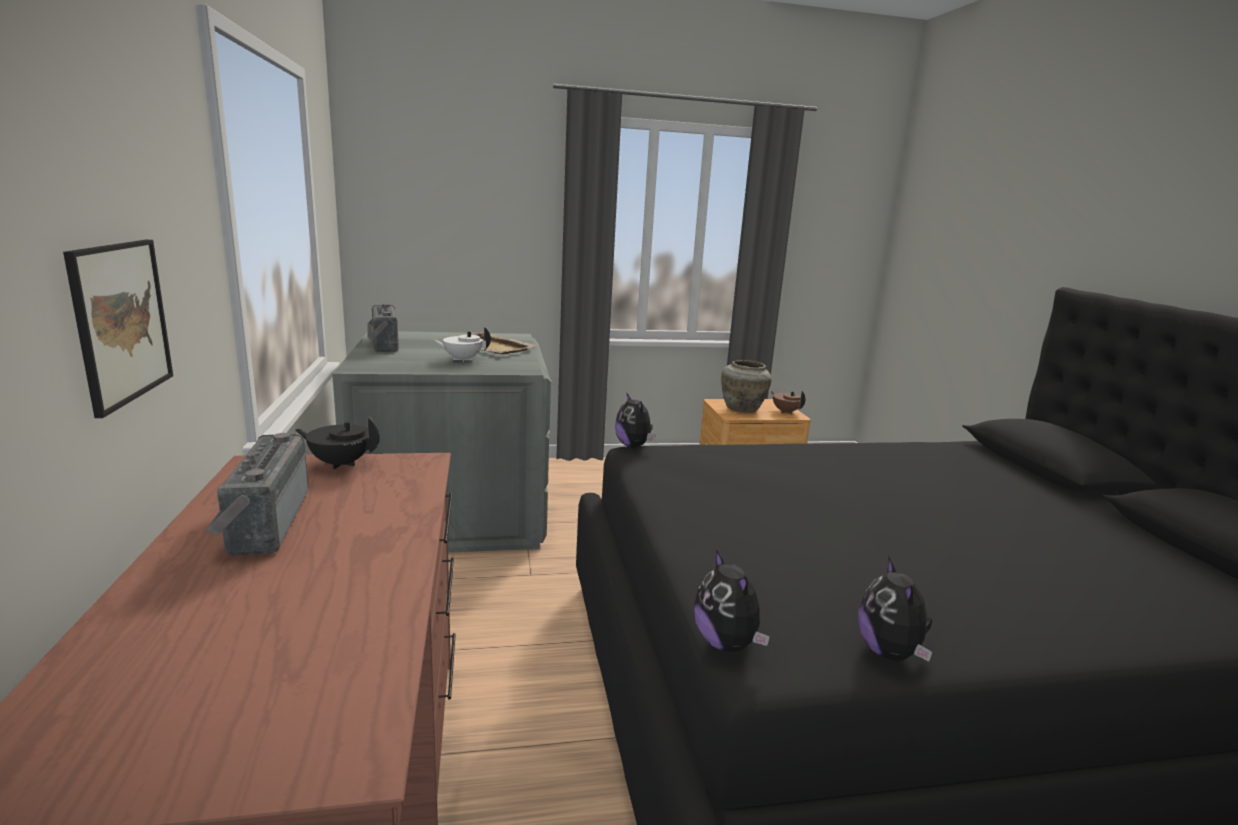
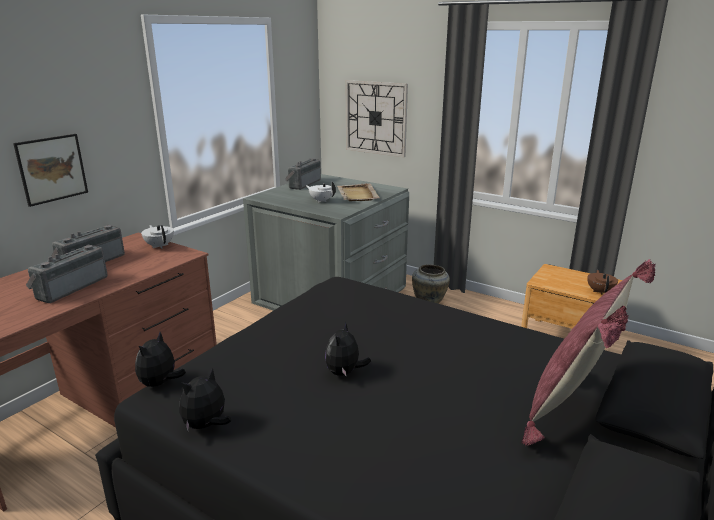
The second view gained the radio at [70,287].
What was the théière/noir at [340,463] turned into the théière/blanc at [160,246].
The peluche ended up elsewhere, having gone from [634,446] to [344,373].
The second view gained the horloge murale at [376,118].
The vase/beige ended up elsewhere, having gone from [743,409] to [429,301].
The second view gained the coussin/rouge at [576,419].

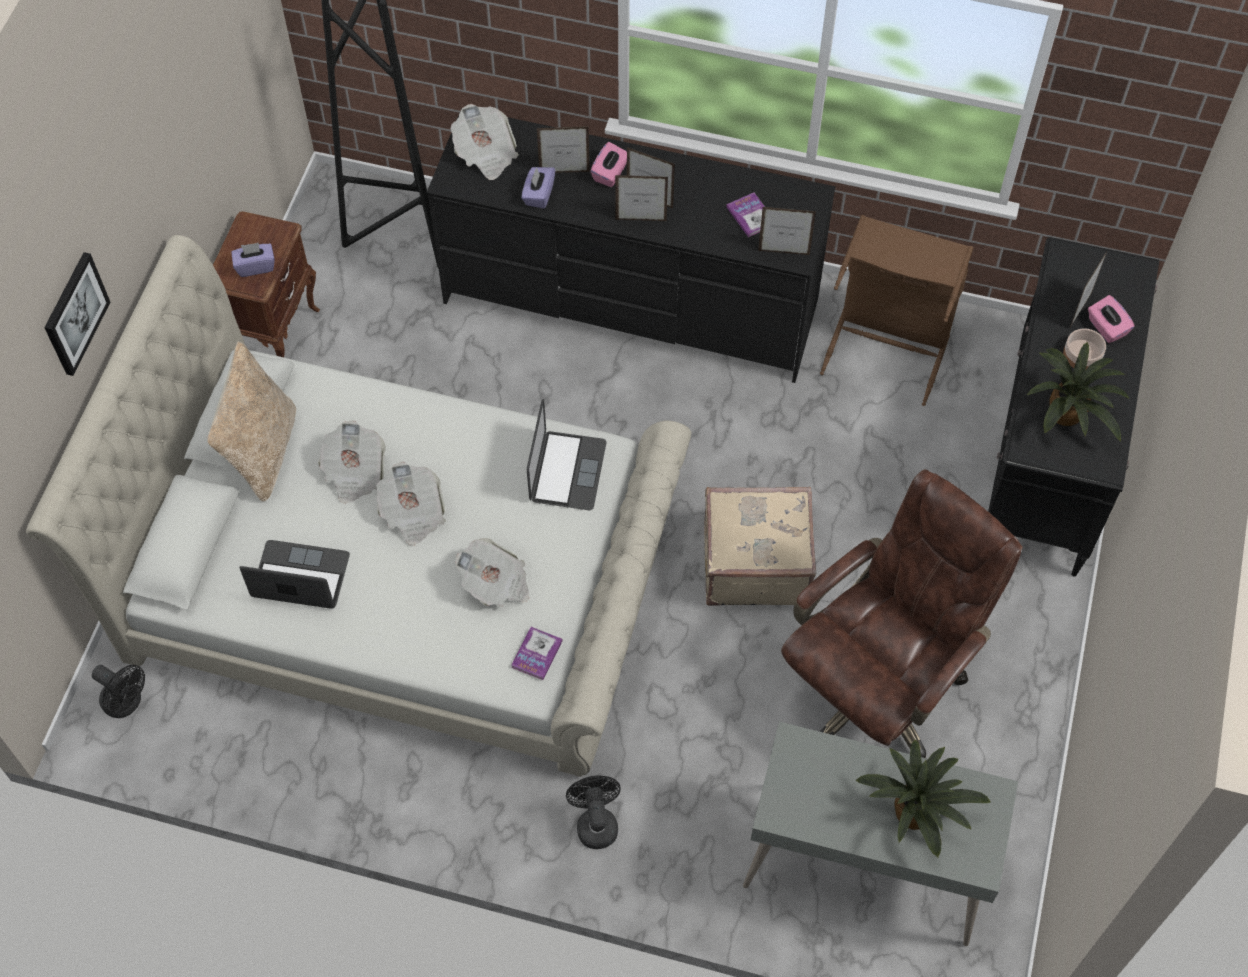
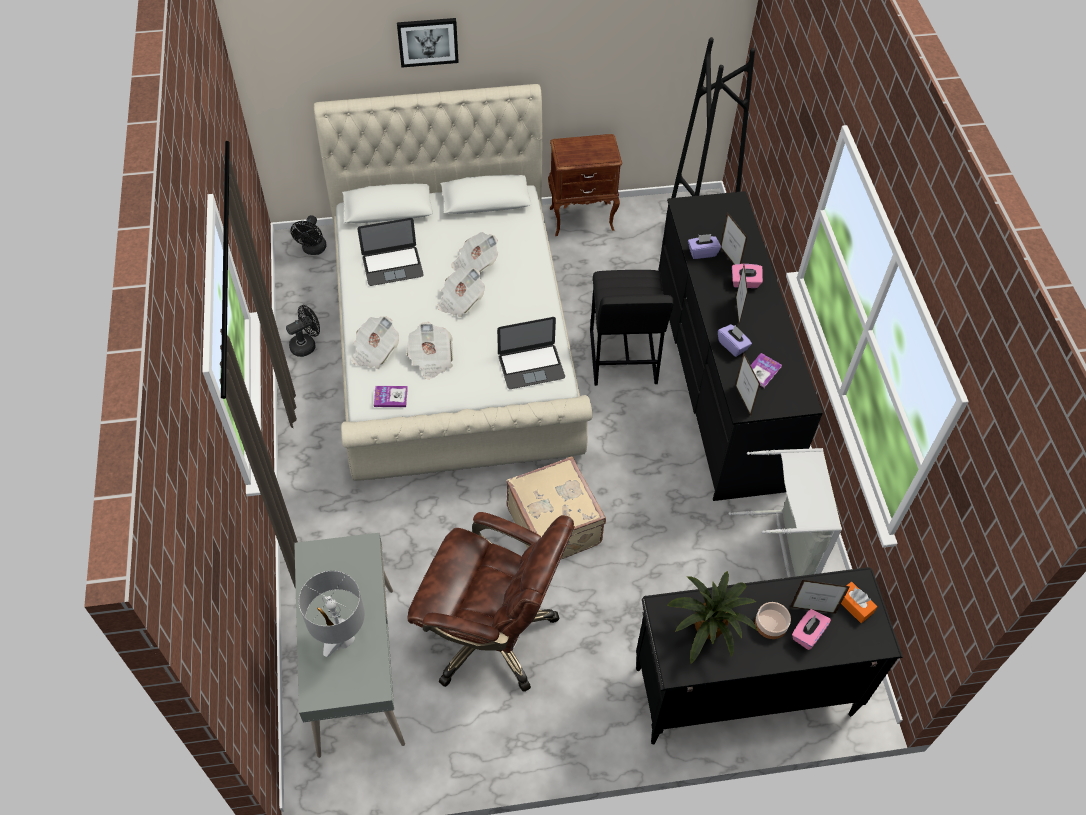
The ventilateur/noir ended up elsewhere, having gone from [595,822] to [306,344].
Where the plante en pot stood at [916,812], the lampe de table/gris came to stand at [342,639].
The journal ended up elsewhere, having gone from [485,154] to [375,351].
The ordinateur portable at [300,576] ended up facing another way, 90 degrees clockwise from before.
The second view gained the chaise/noir at [623,359].
The boîte à mouchoirs/violet ended up elsewhere, having gone from [255,266] to [732,345].
What was the panier à linge/marron at [888,344] turned into the panier à linge/gris at [781,549].
The second view gained the boîte à mouchoirs/orange at [854,605].
The second view lost the coussin/beige at [264,452].
The second view lost the cadre photo at [641,220].

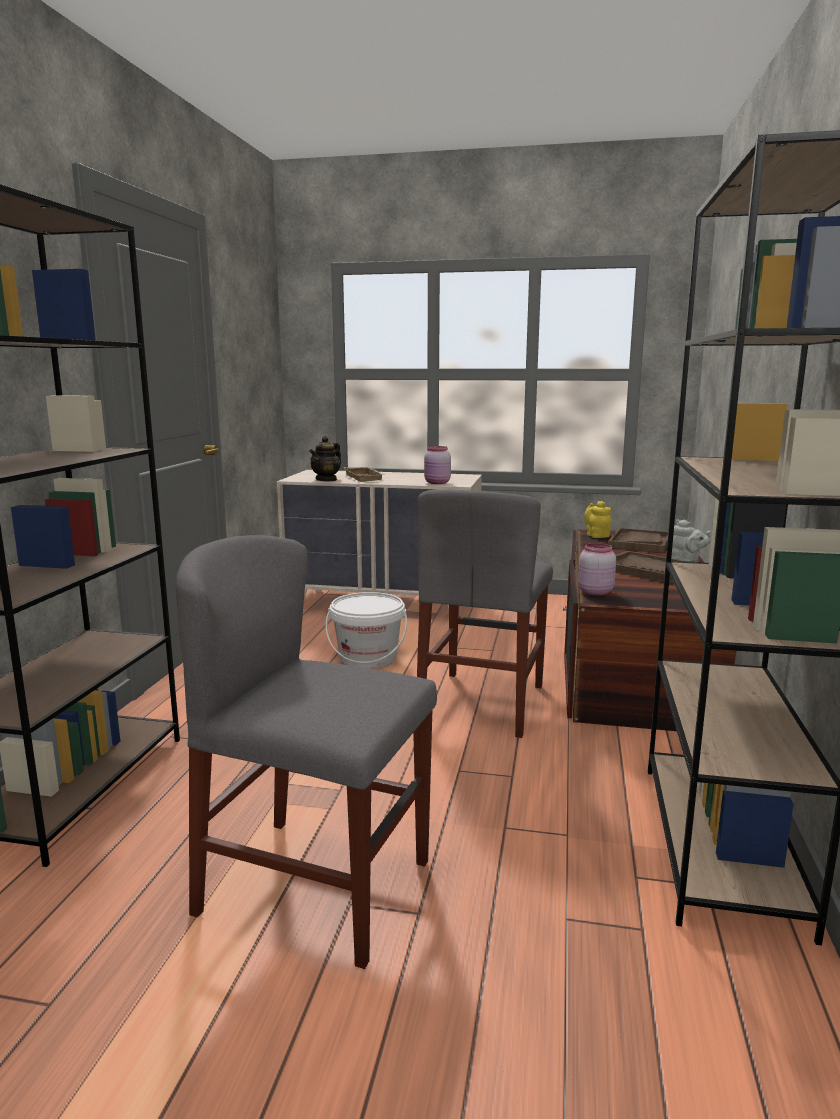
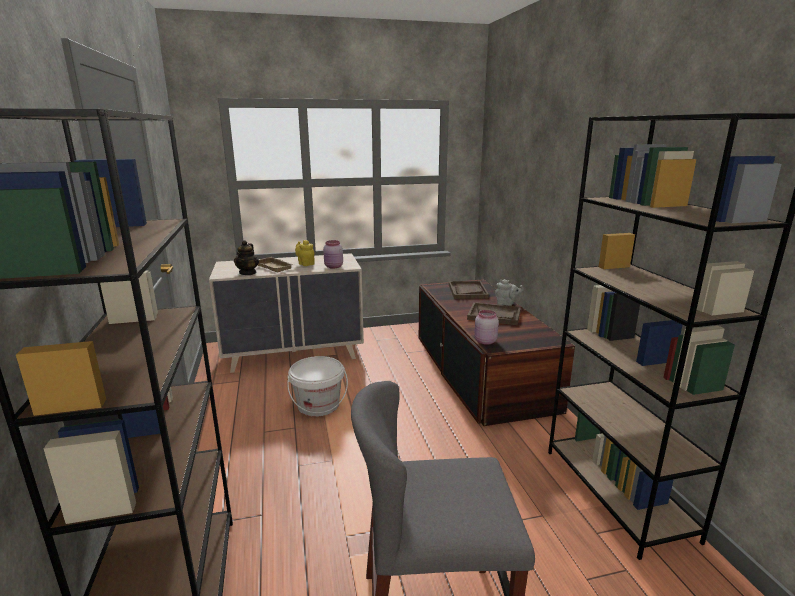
The théière/jaune ended up elsewhere, having gone from [596,535] to [305,264].
The second view lost the chaise/gris at [482,702].

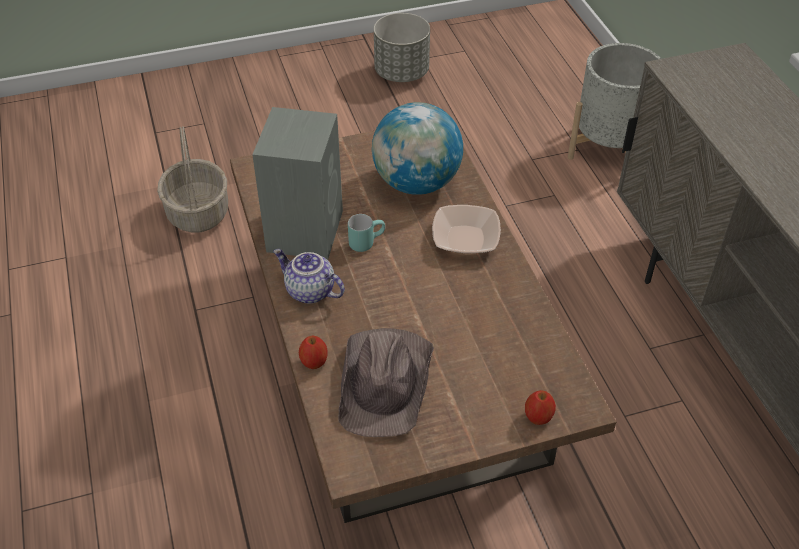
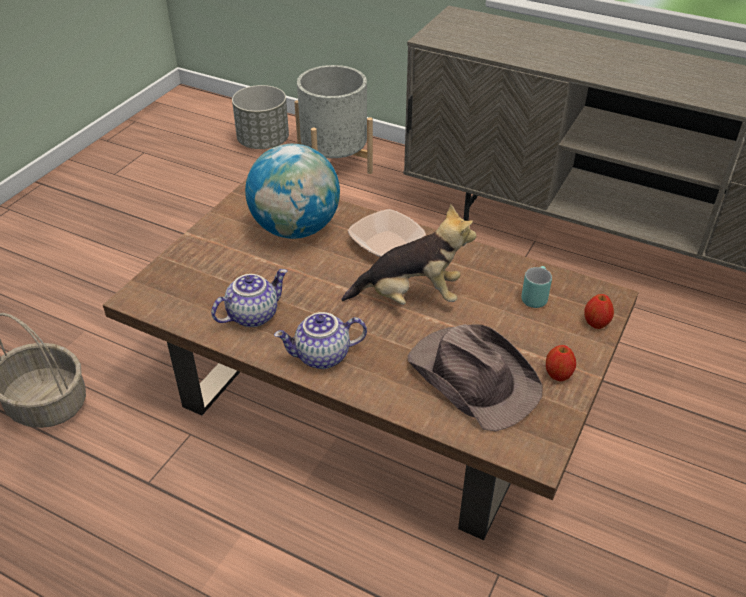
Where the enceinte/gris stood at [305,229], the théière came to stand at [253,314].
The cache-pot/gris ended up elsewhere, having gone from [402,73] to [264,142].
The second view gained the peluche at [411,297].
The mug/turquoise ended up elsewhere, having gone from [366,241] to [533,296].
The pomme ended up elsewhere, having gone from [314,362] to [558,375].

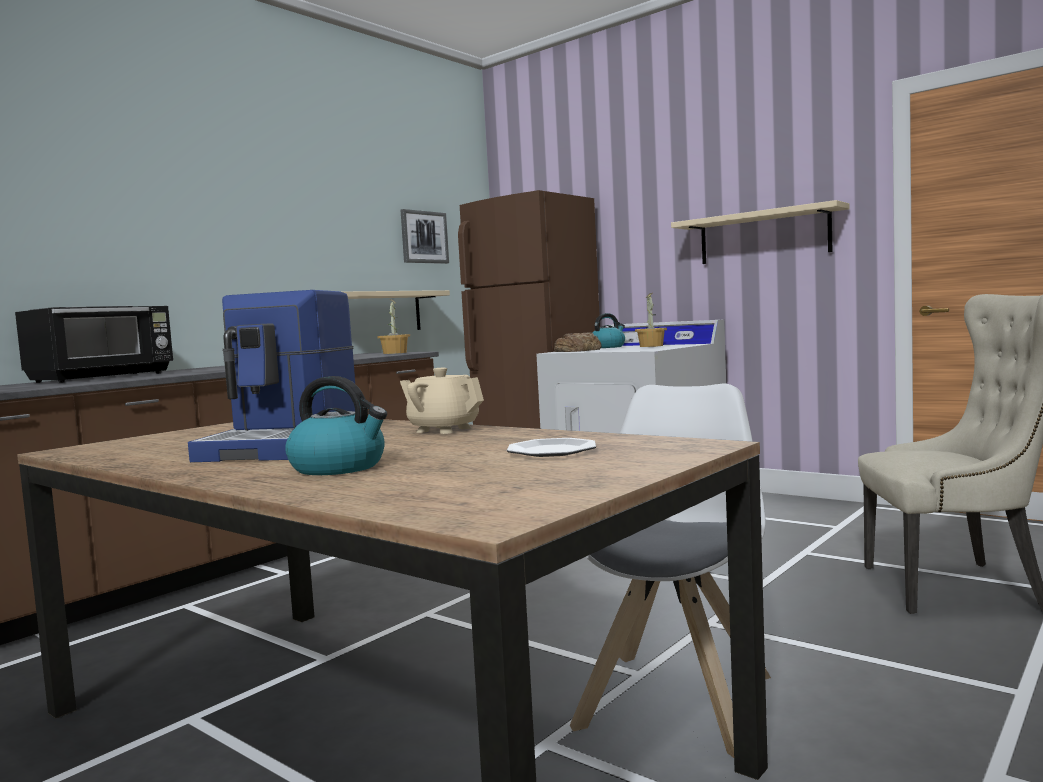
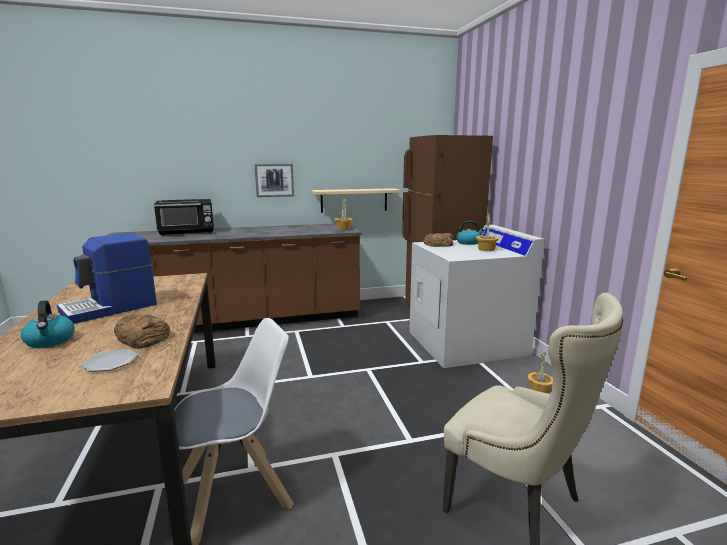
The second view gained the pain at [142,337].
The tableau ended up elsewhere, having gone from [424,237] to [274,180].
The second view gained the plante en pot at [540,390].
The second view lost the théière/beige at [443,429].
The second view lost the étagère/beige at [763,236].

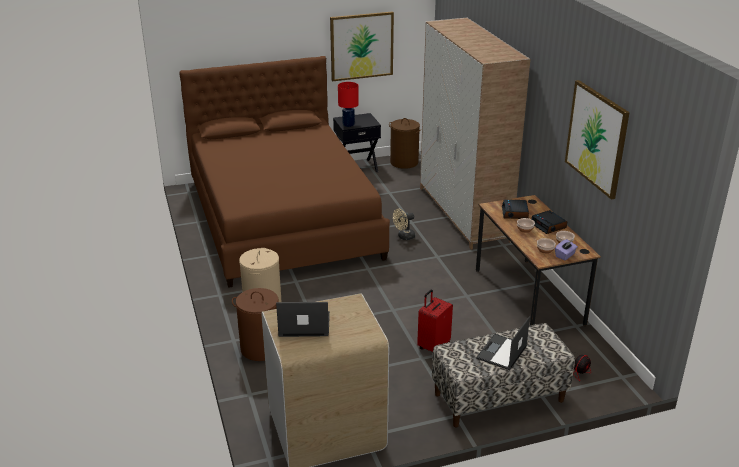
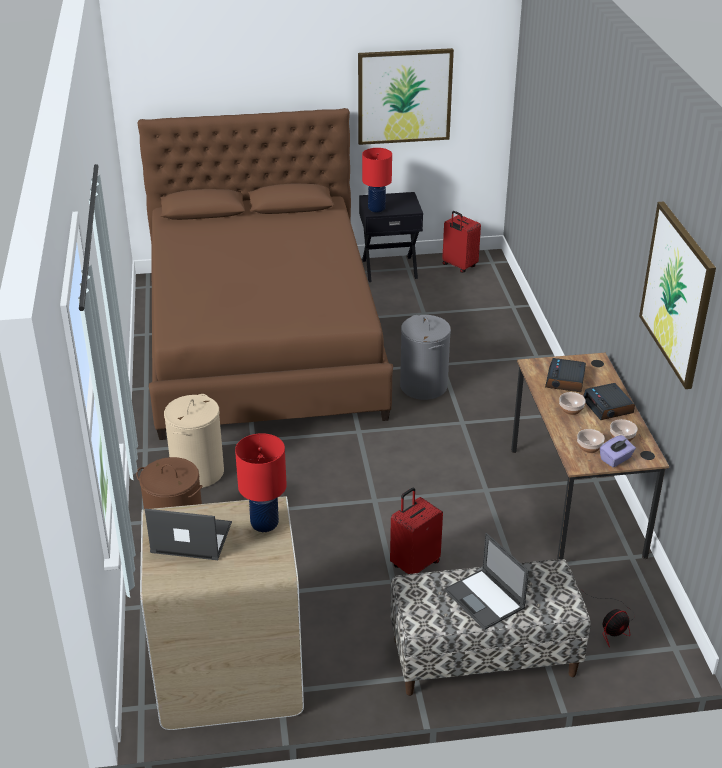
The second view gained the lampe de table/rouge at [265,526].
Where the ventilateur/beige stood at [404,237], the panier à linge/gris came to stand at [424,386].
Where the panier à linge/marron stood at [404,162], the valise/rouge came to stand at [459,266].
The ordinateur portable at [501,352] ended up facing another way, 75 degrees counterclockwise from before.
The second view lost the armoire/blanc at [464,214].

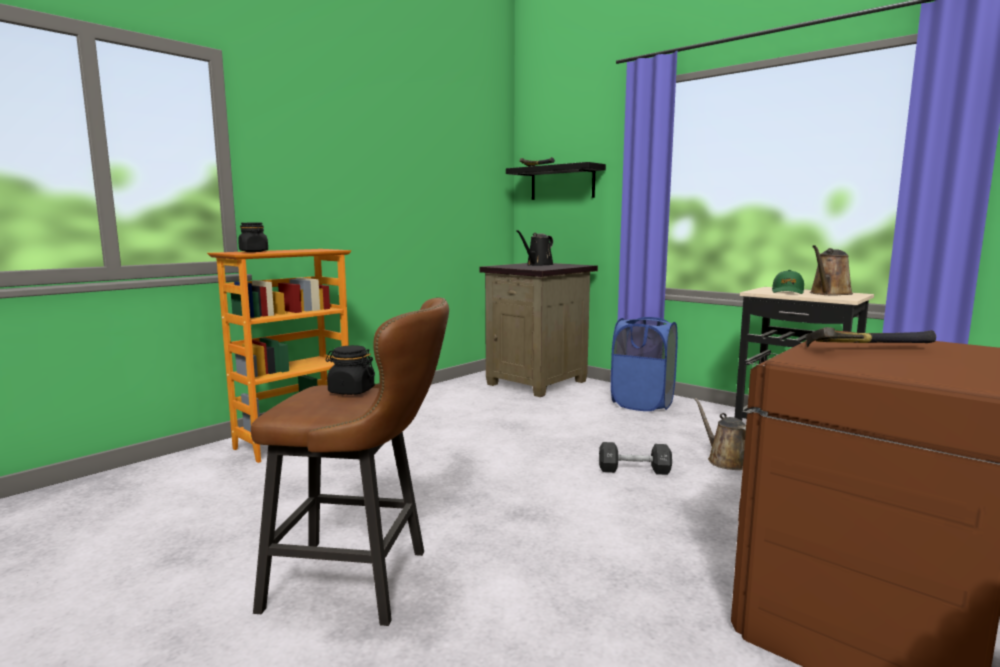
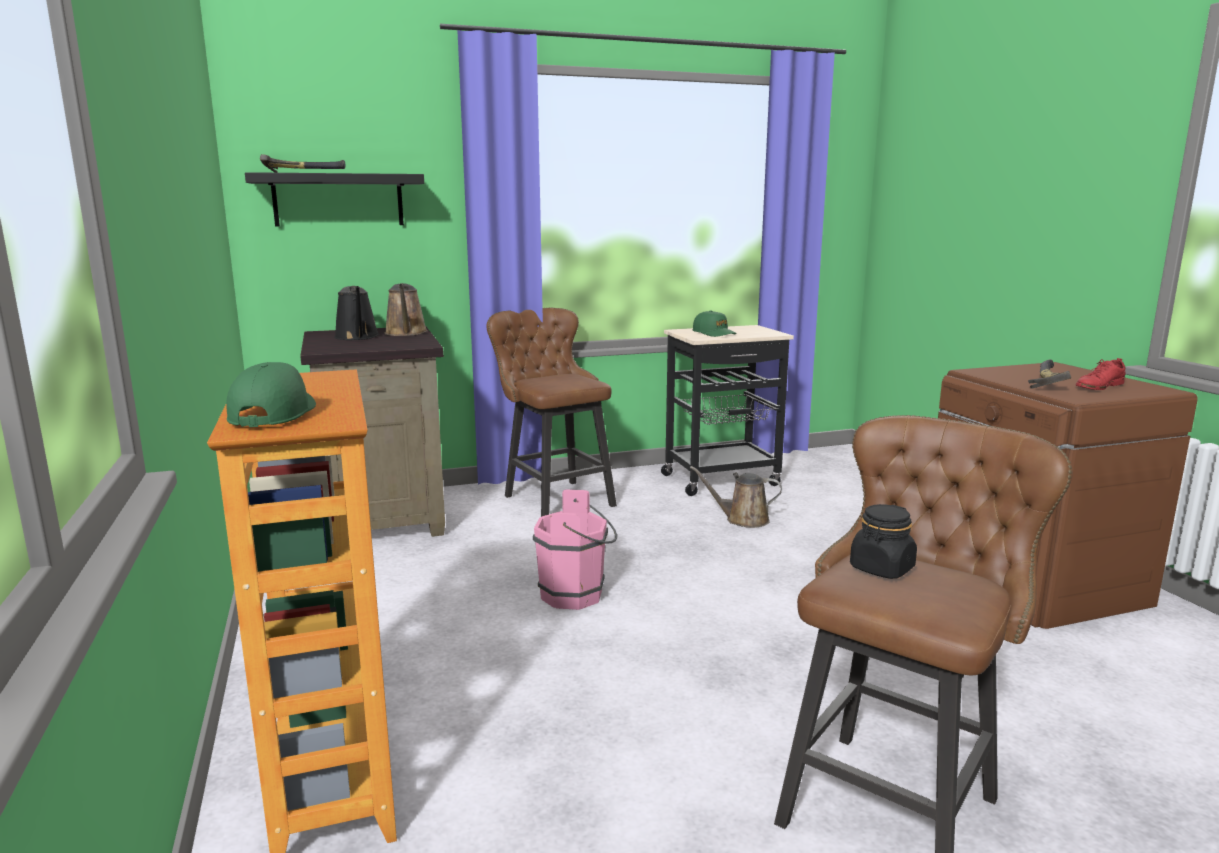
Where the bocal/noir stood at [254,251], the casquette/vert came to stand at [274,413].
The arrosoir/marron ended up elsewhere, having gone from [829,294] to [406,333].
Where the panier à linge/bleu stood at [642,403], the tabouret/marron came to stand at [553,496].
The second view gained the seau/rose at [577,595].
The second view gained the chaussure/rouge at [1099,386].
The second view lost the haltère/noir at [634,470].

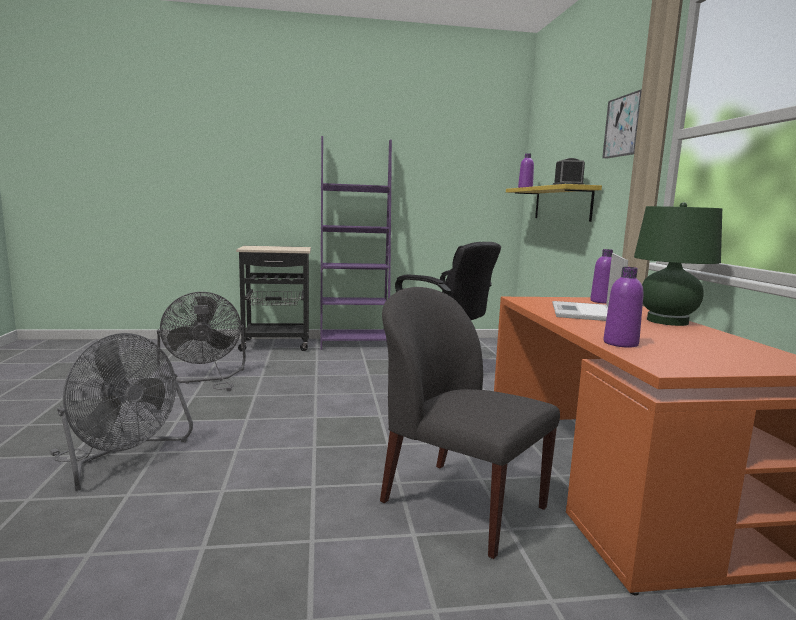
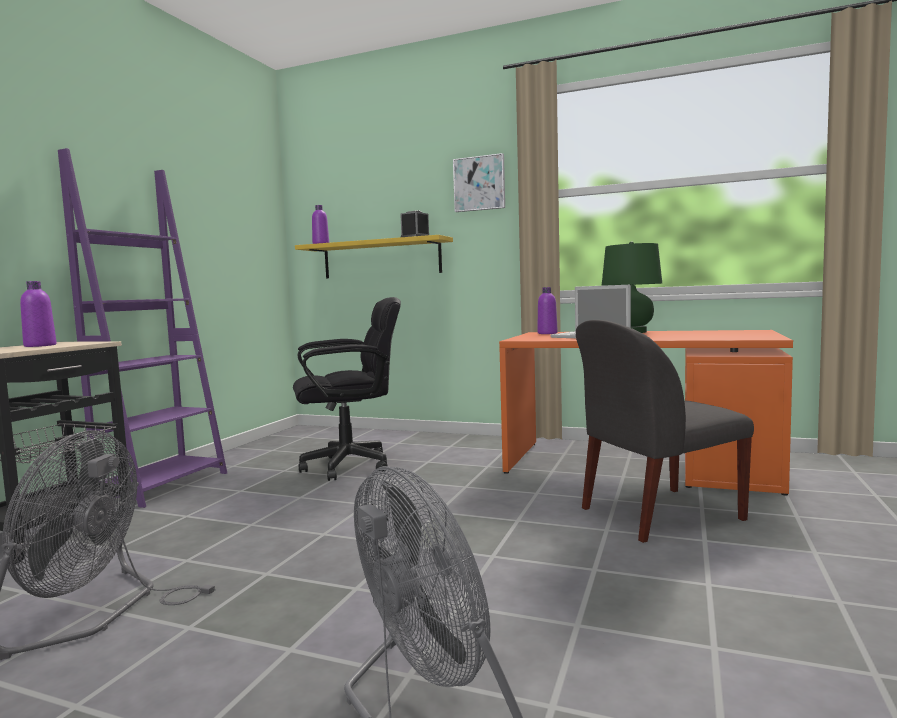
The bouteille/violet ended up elsewhere, having gone from [620,343] to [40,345].

